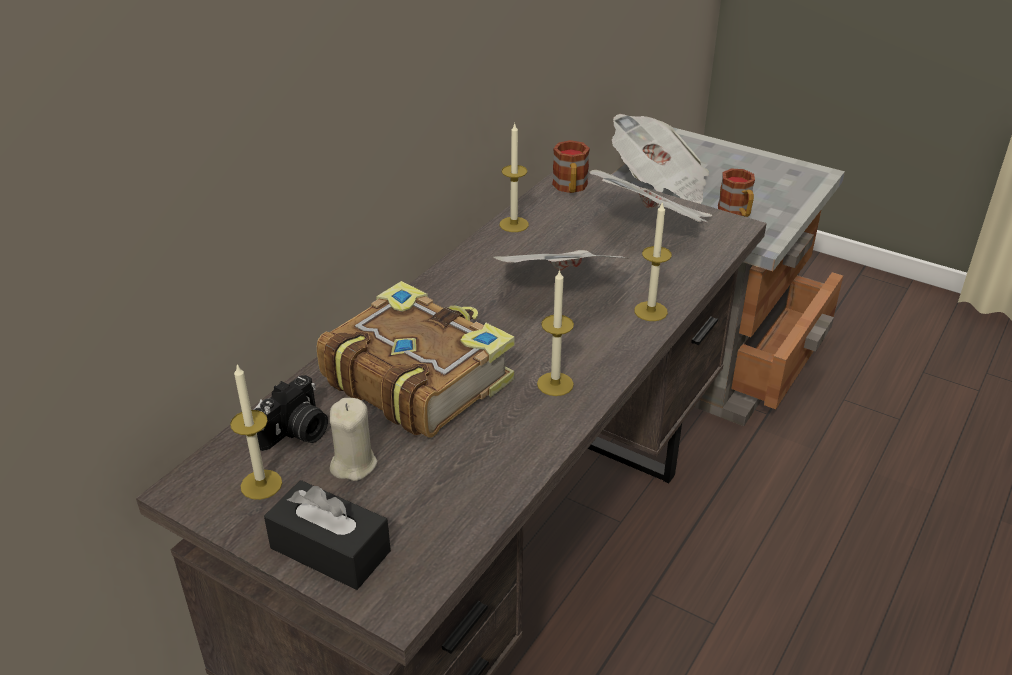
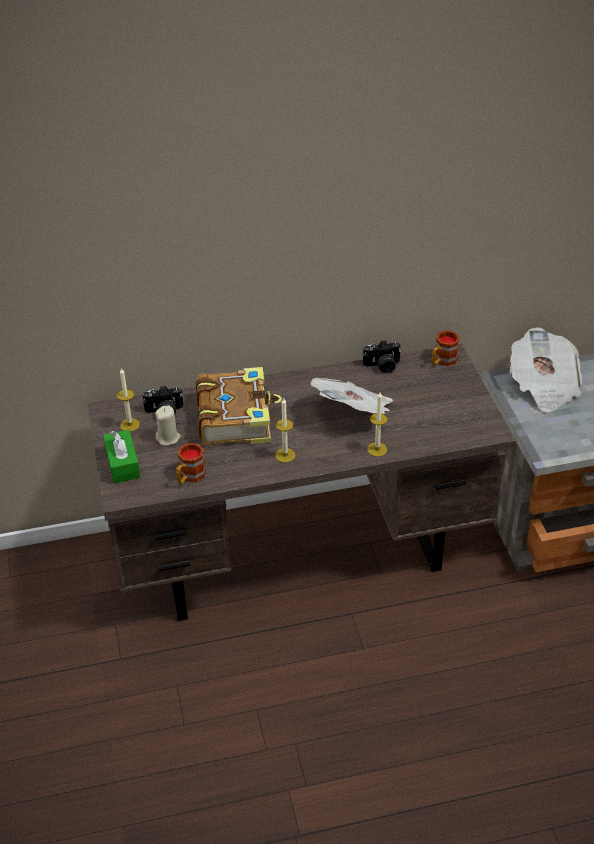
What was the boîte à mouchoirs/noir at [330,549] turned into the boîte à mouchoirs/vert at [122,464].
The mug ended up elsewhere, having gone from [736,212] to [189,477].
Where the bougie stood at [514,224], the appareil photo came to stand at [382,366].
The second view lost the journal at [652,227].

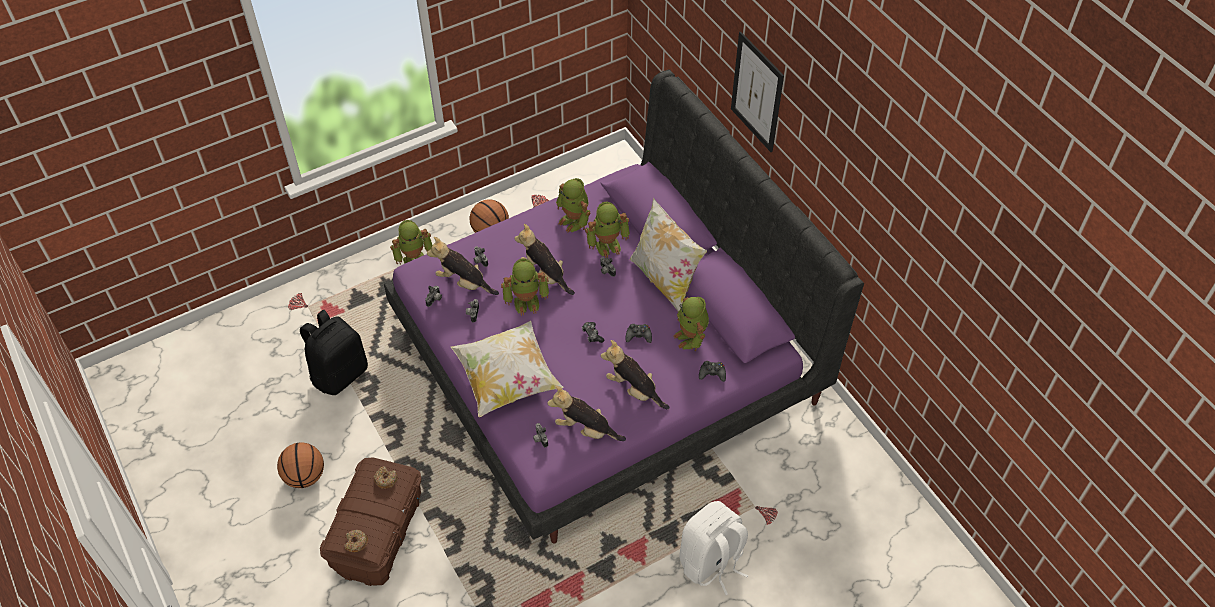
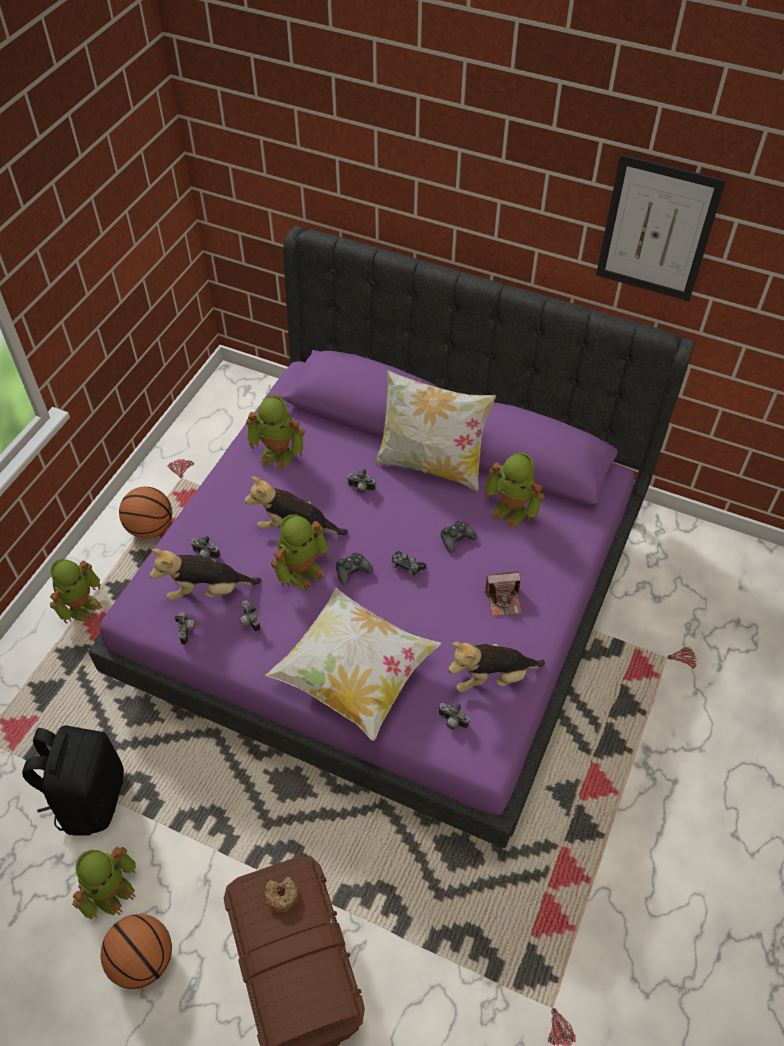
The robot jouet ended up elsewhere, having gone from [607,244] to [111,891].
The manette/noir ended up elsewhere, having gone from [712,373] to [352,571].
Where the peluche stood at [634,389], the appareil photo came to stand at [503,600].
The tableau ended up elsewhere, having gone from [757,92] to [657,230].
The second view lost the beignet at [356,543].
The second view lost the sac à dos/blanc at [711,562].

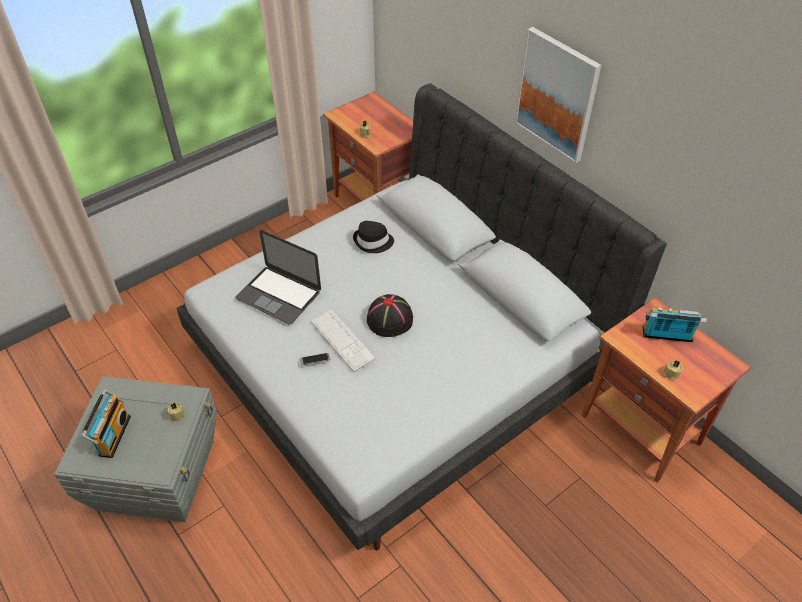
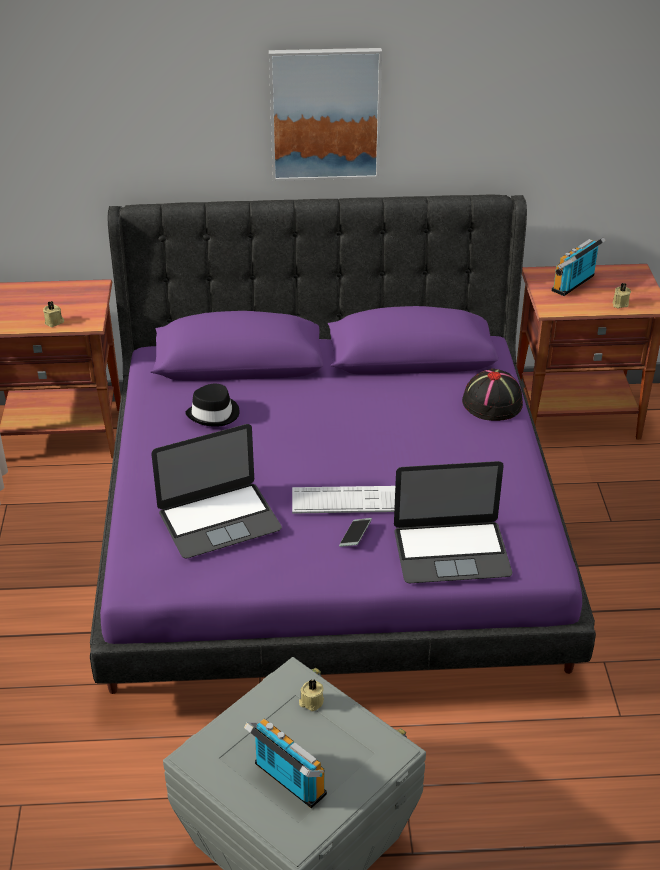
What was the lit/gris at [401,359] turned into the lit/violet at [330,531].
The second view gained the ordinateur portable at [451,551].
The chapeau/noir ended up elsewhere, having gone from [390,319] to [492,402].

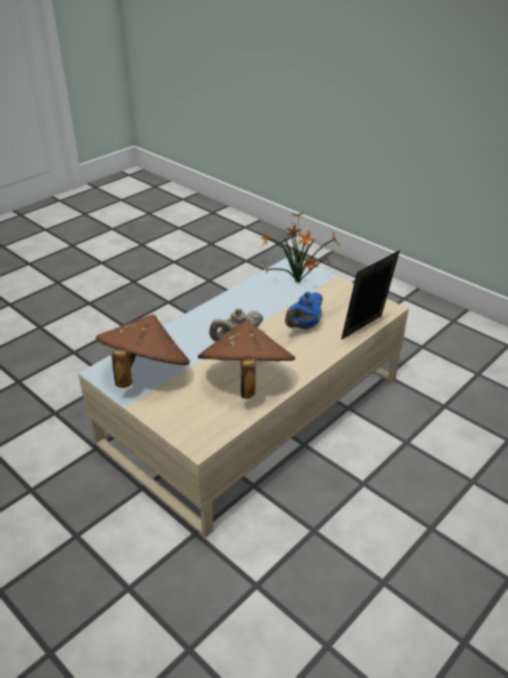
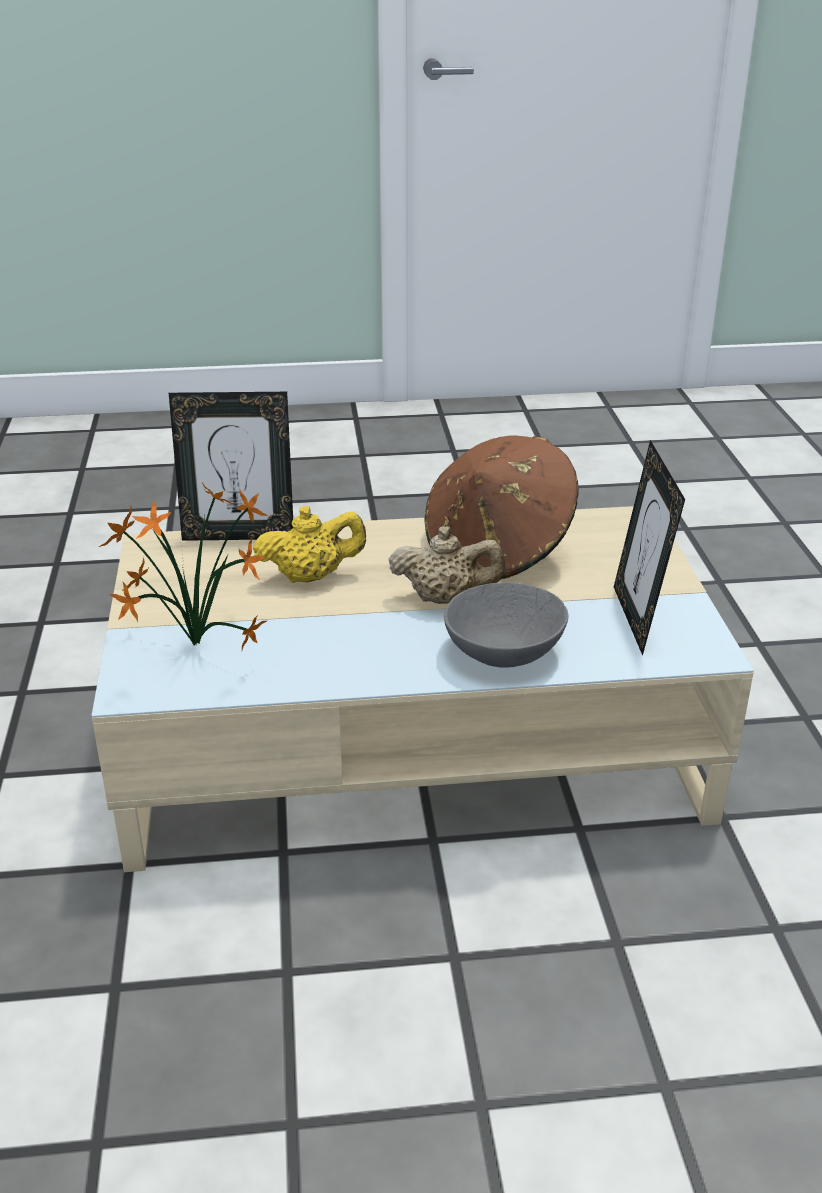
What was the théière/bleu at [304,326] turned into the théière/jaune at [311,576].
The second view gained the bol/gris at [505,652].
Where the chapeau/marron stood at [145,373], the cadre photo came to stand at [637,619].

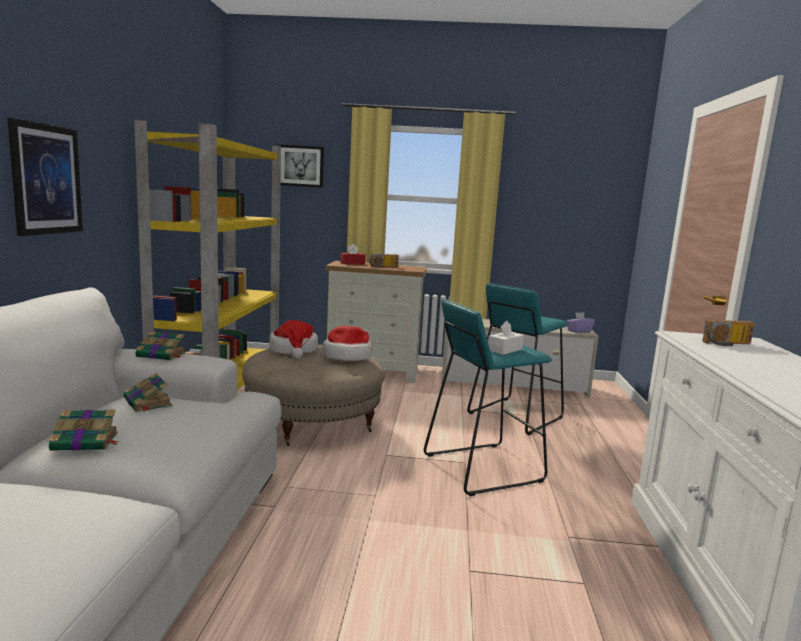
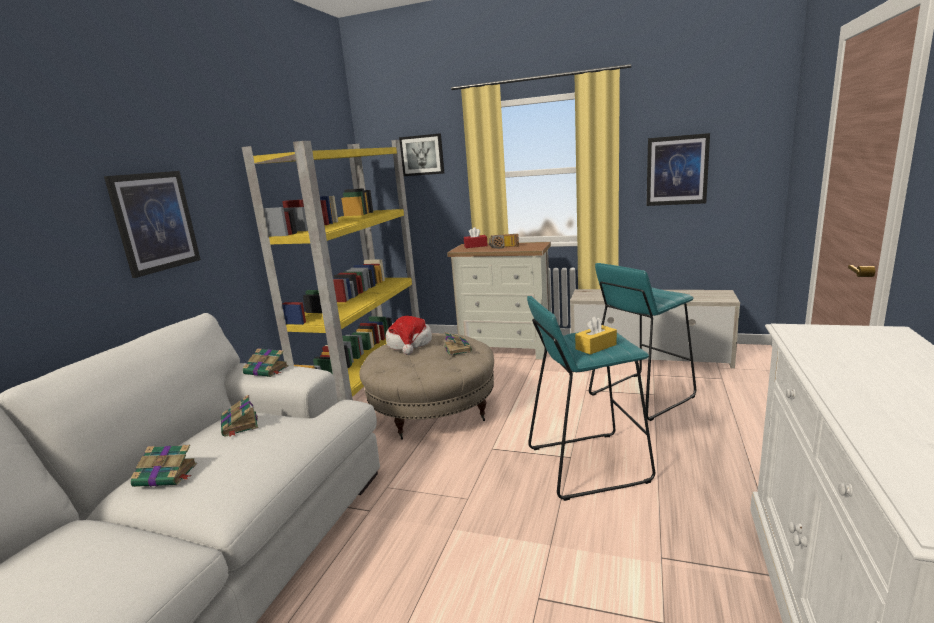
Where the chapeau stood at [347,356], the livre came to stand at [457,348].
What was the boîte à mouchoirs/blanc at [505,350] turned into the boîte à mouchoirs/jaune at [596,347].
The second view gained the tableau at [677,170].
The second view lost the boîte à mouchoirs/violet at [578,331].
The second view lost the radio at [728,344].

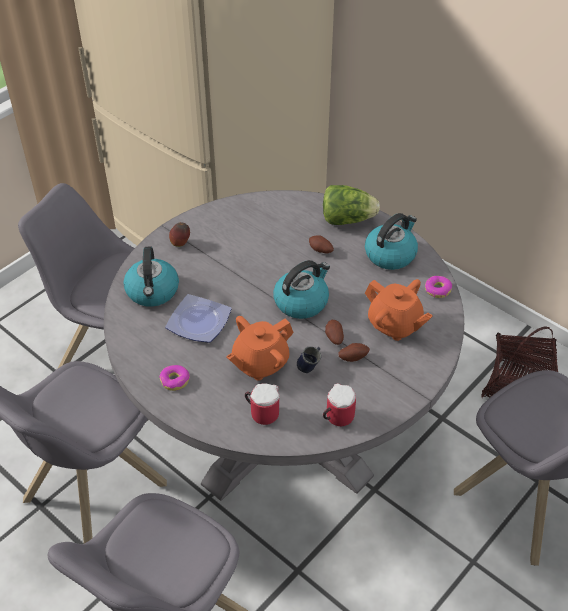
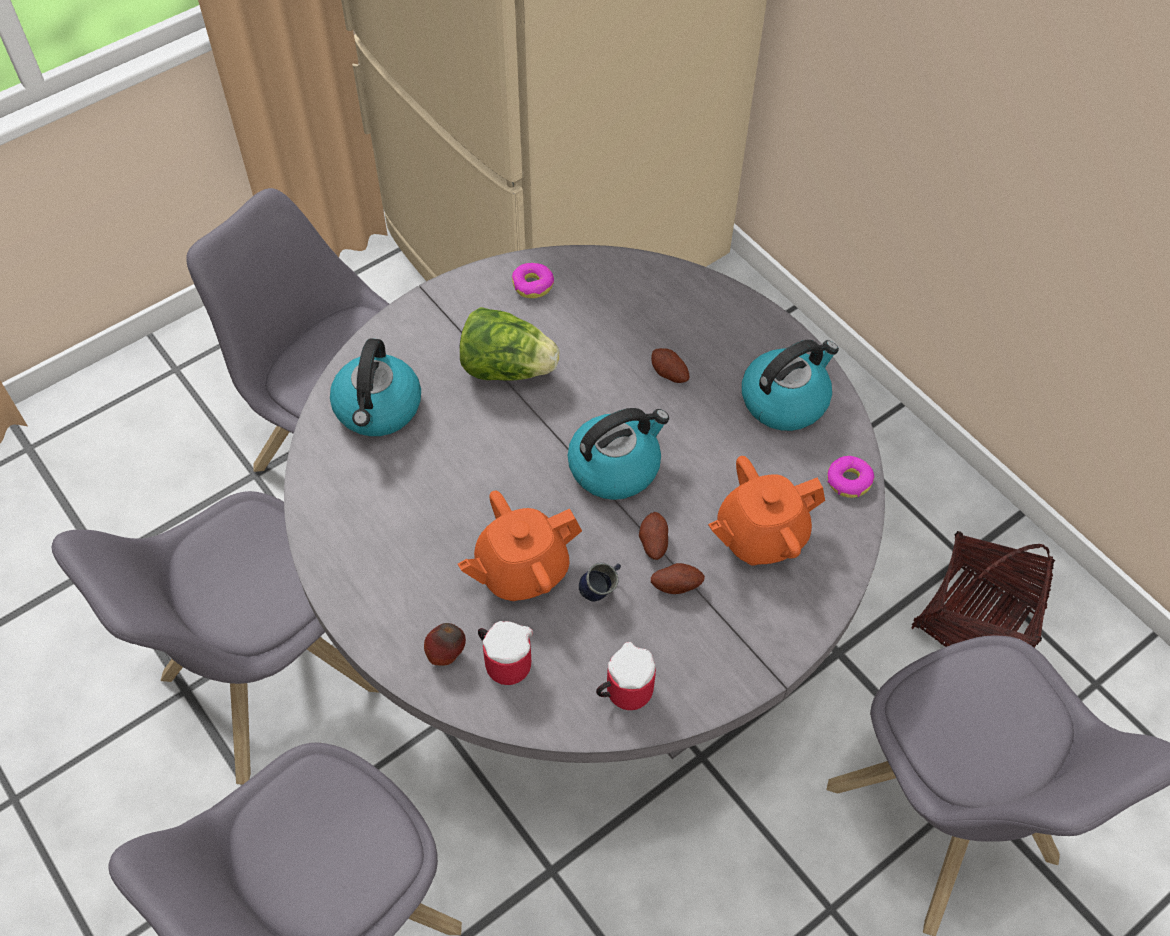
The pomme ended up elsewhere, having gone from [180,243] to [446,654].
The laitue ended up elsewhere, having gone from [347,219] to [507,368].
The beignet ended up elsewhere, having gone from [175,380] to [533,285].
The théière/orange at [394,325] ended up facing another way, 105 degrees clockwise from before.
The second view lost the assiette at [198,321].

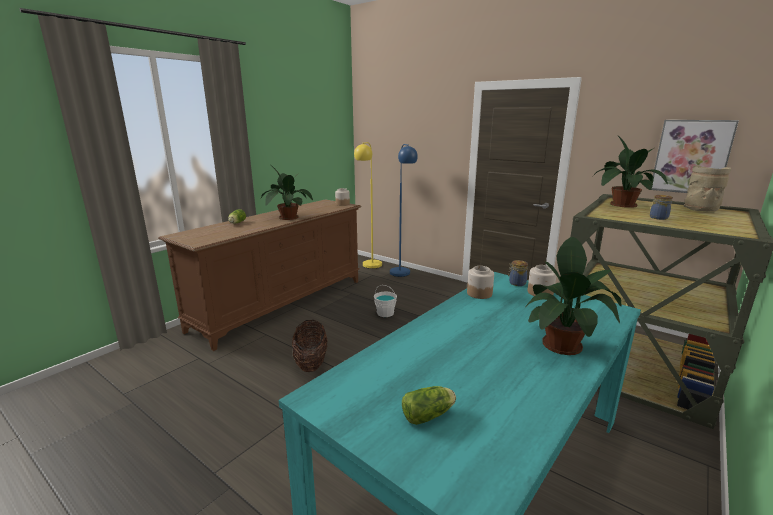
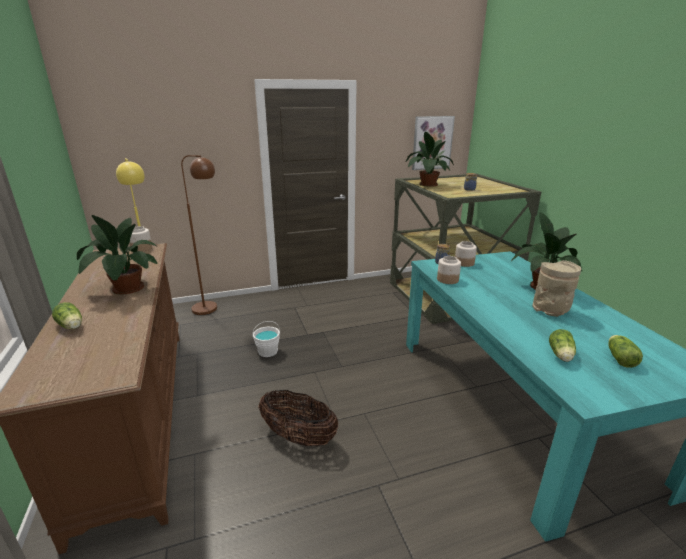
What was the lampadaire/bleu at [402,275] turned into the lampadaire/marron at [211,310].
The vase/beige ended up elsewhere, having gone from [700,210] to [550,310].
The second view gained the laitue at [561,355].

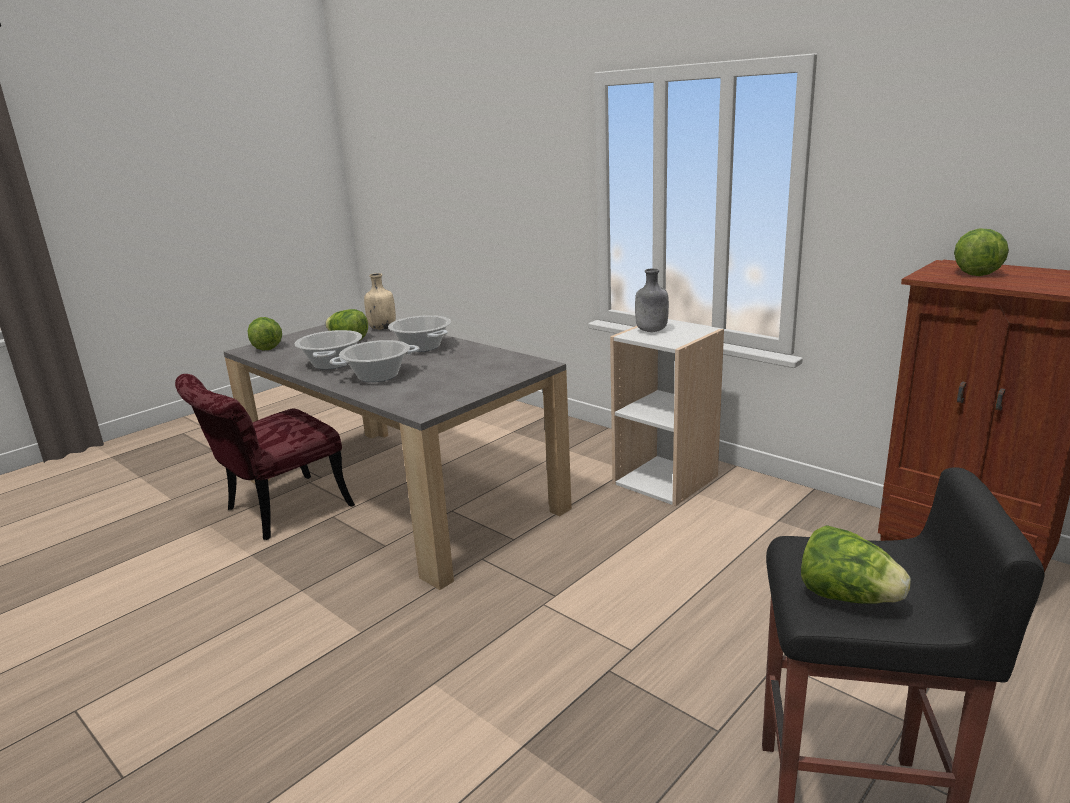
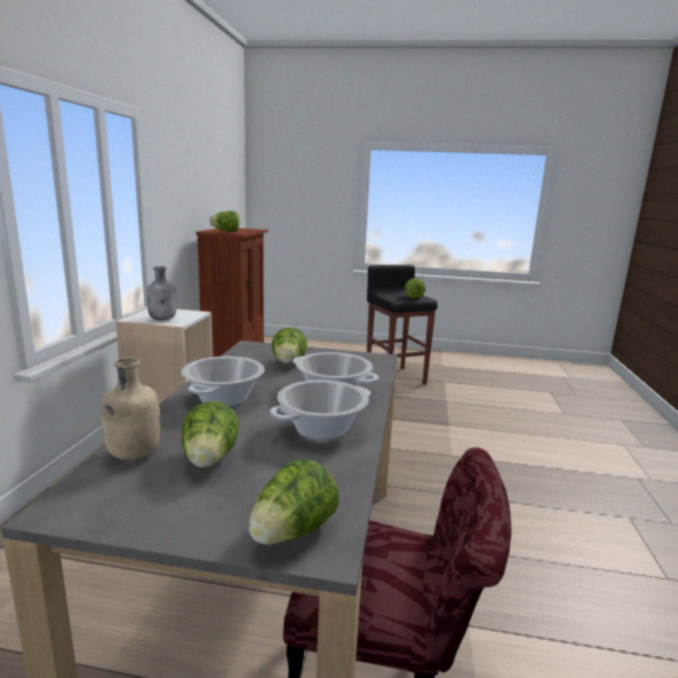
The second view gained the laitue at [288,364].

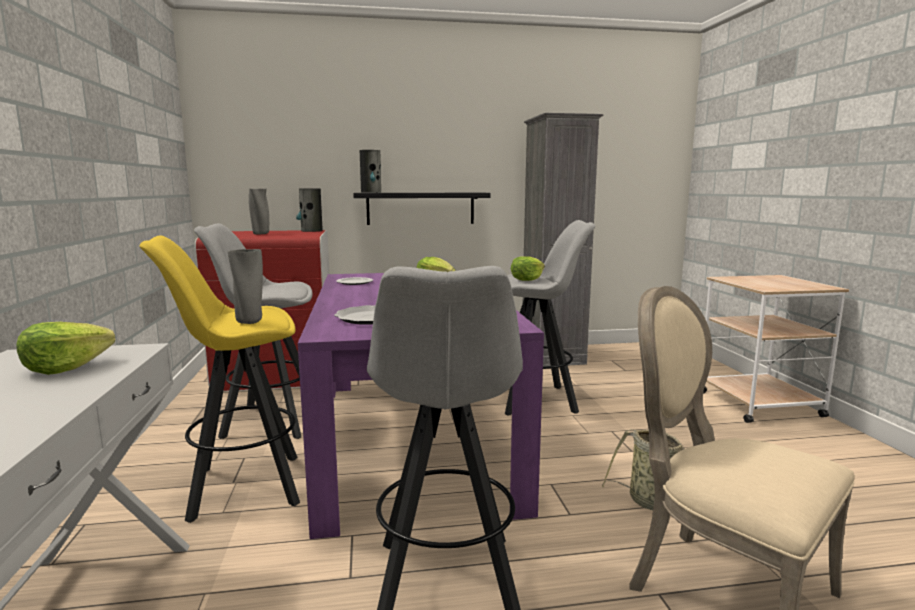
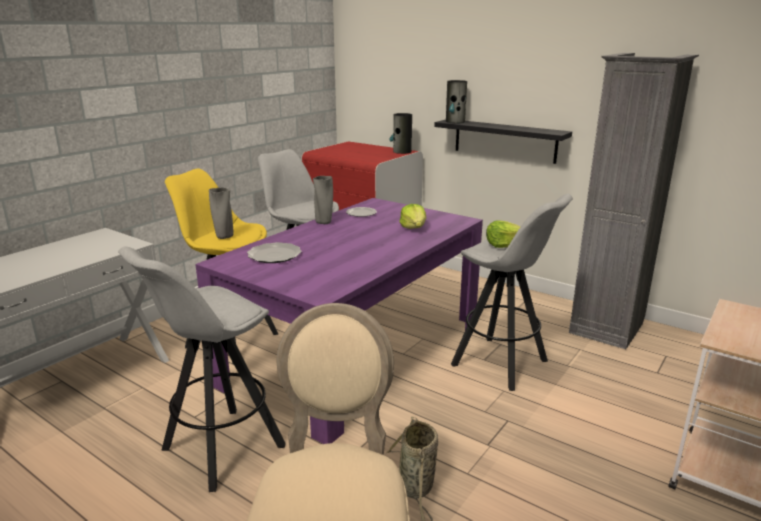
The vase/gris ended up elsewhere, having gone from [260,234] to [324,223].
The second view lost the laitue at [66,368].

